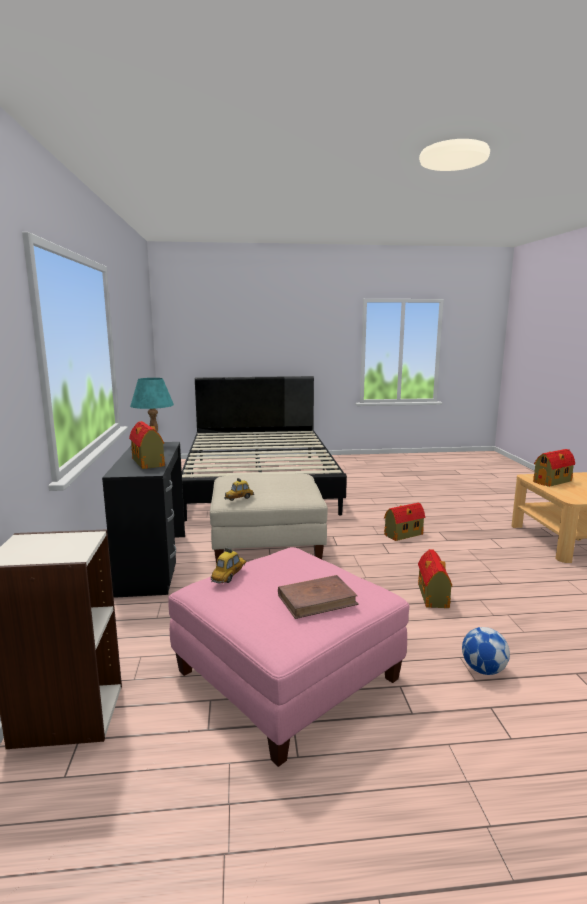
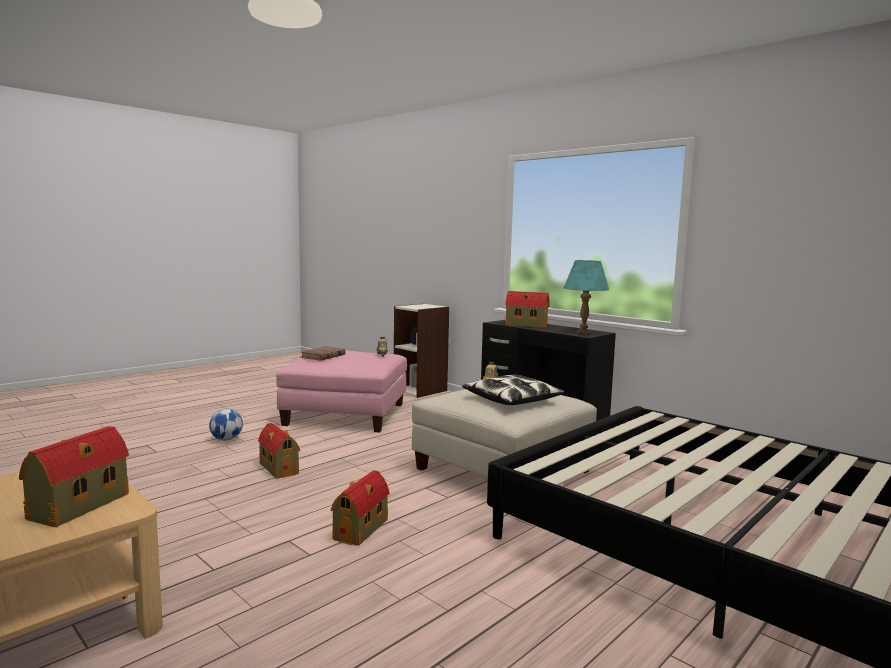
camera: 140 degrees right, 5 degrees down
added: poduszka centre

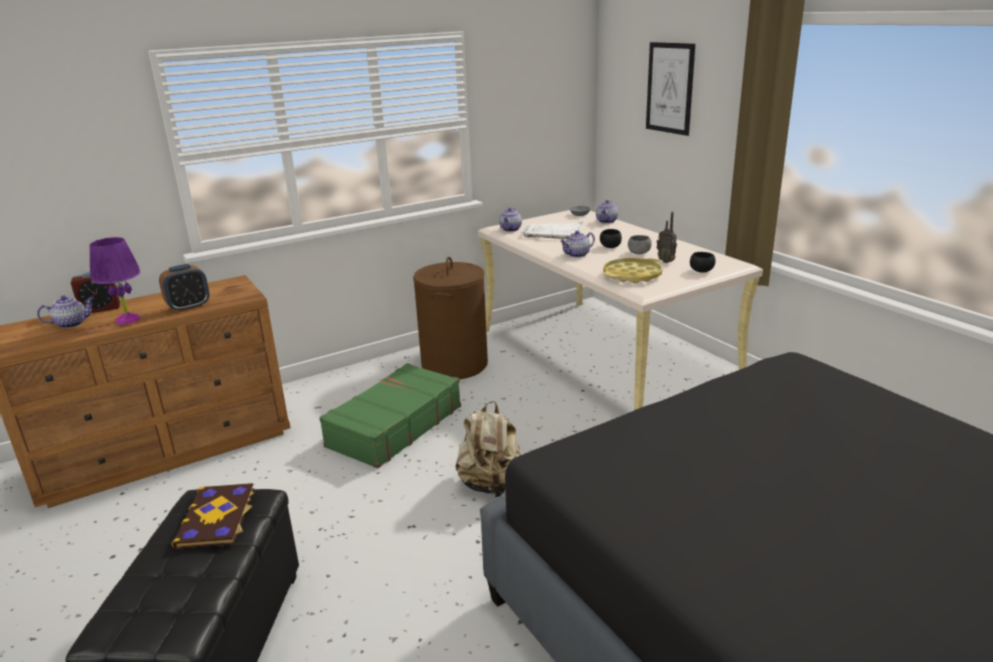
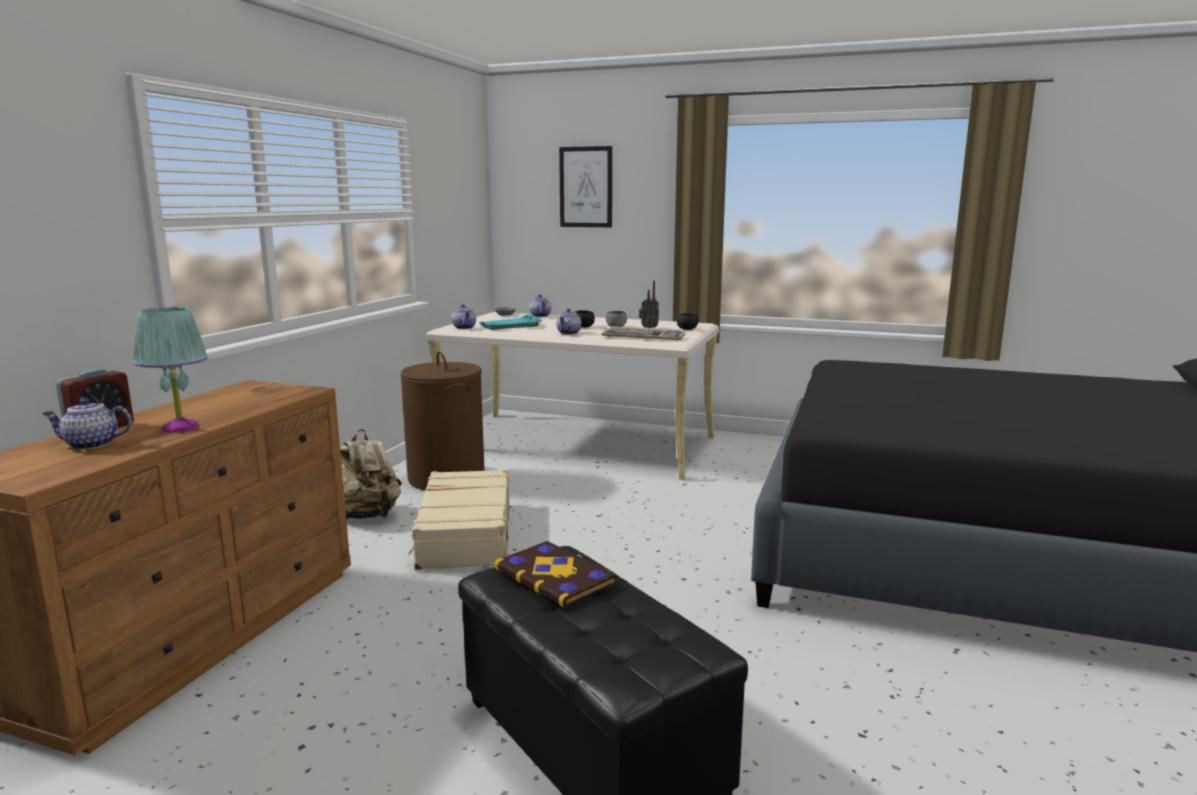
camera: 40 degrees left, 10 degrees down
removed: budzik (2nd from left) middle left
moved: plecak/beżowy bottom centre to middle left
replaced: taca/żółty centre to klawiatura centre
recoloured: lampa stołowa/fioletowy middle left to lampa stołowa/turkusowy middle left; walizka/zielony centre to walizka/beżowy centre; taca/biały centre to taca/turkusowy centre
turned: imbryk (1st from left) middle left = middle left 120 degrees counterclockwise

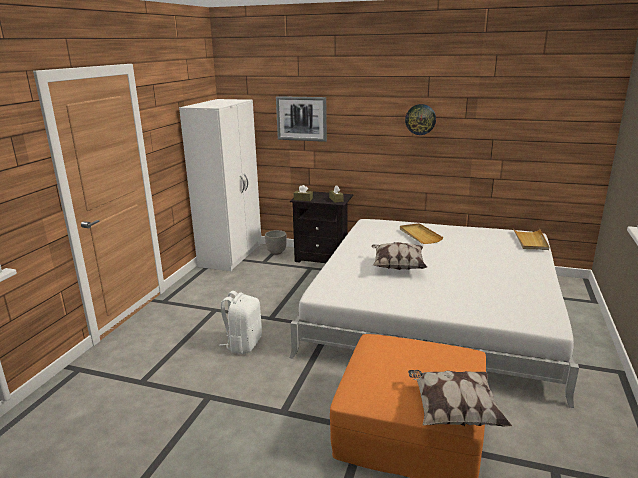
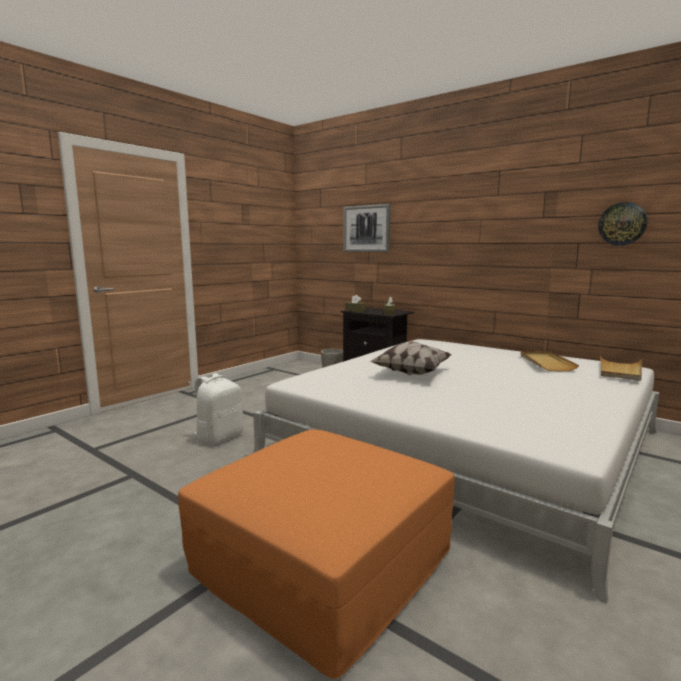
camera: 20 degrees right, 10 degrees down
removed: szafa/biały centre; poduszka (2nd from left) bottom right
moved: taca/beżowy (1st from left) centre to middle right; zegar ścienny top centre to top right

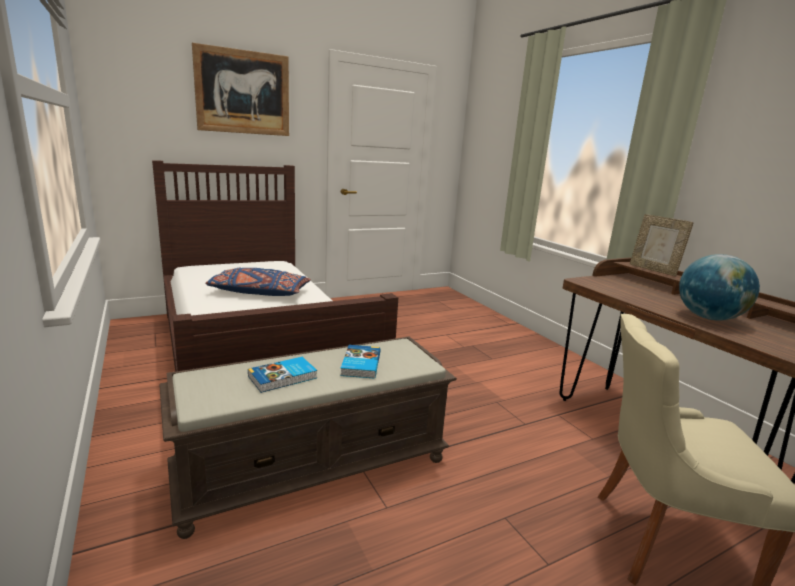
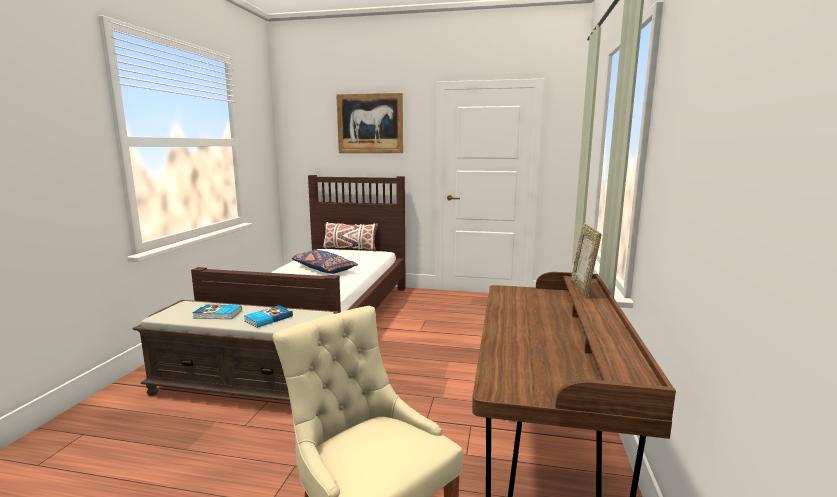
camera: 40 degrees right, 5 degrees down
removed: globus middle right
added: poduszka/biały centre

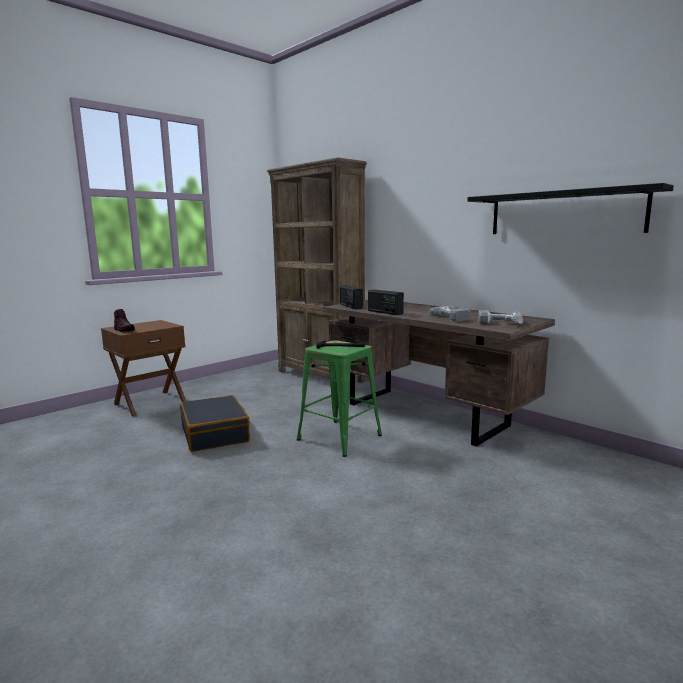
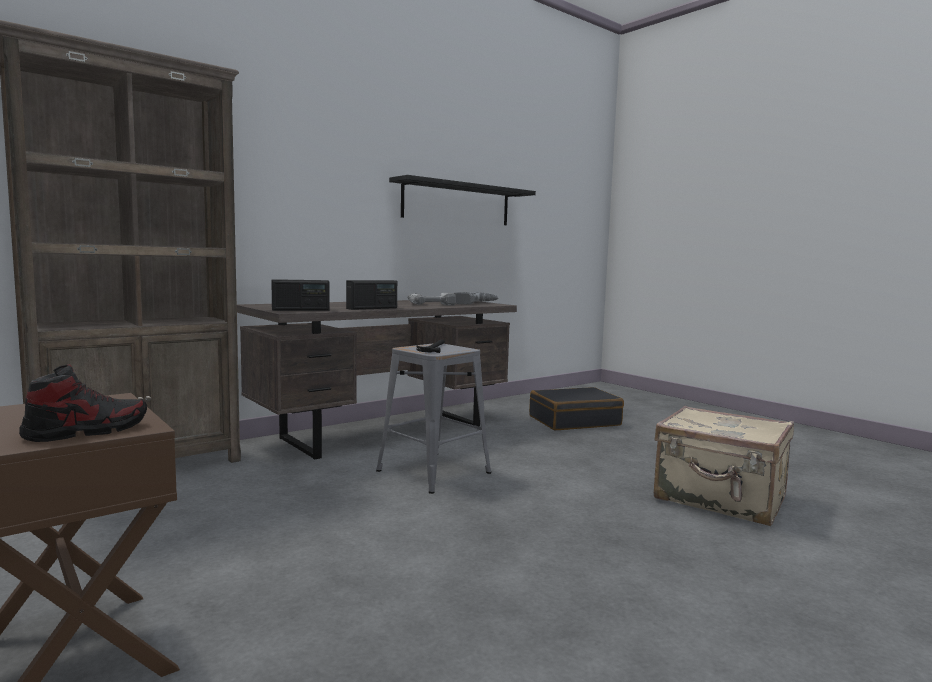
camera: 85 degrees left, 5 degrees down
added: walizka/beżowy bottom right
moved: walizka/czarny middle left to centre
recoloured: stołek/zielony centre to stołek/szary centre

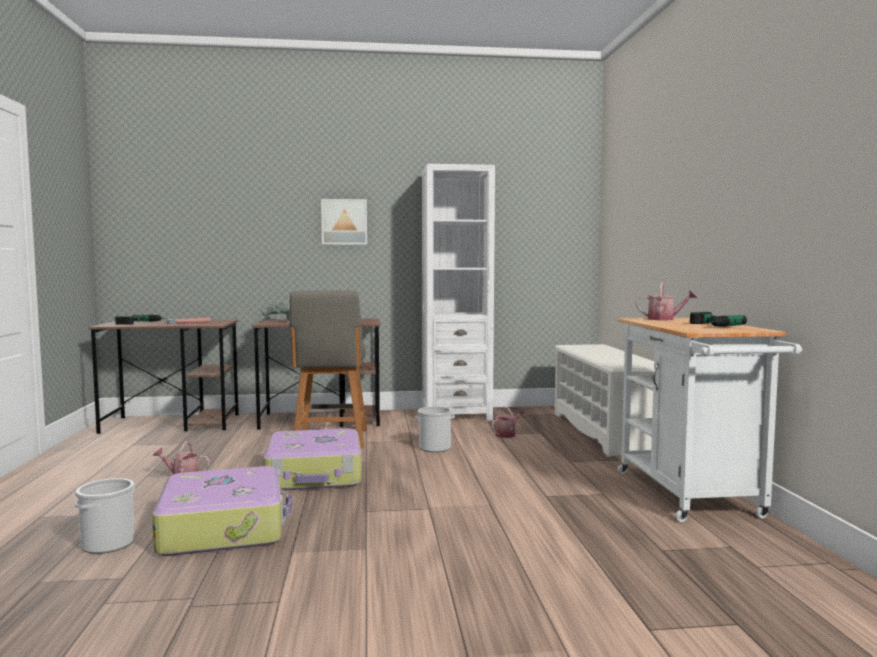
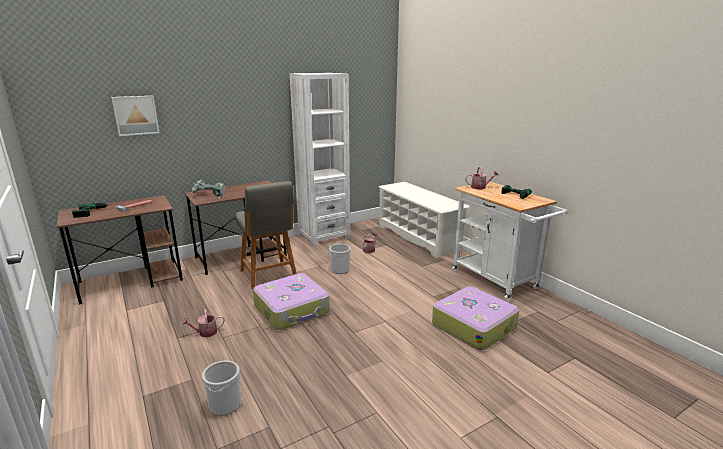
camera: 25 degrees left, 15 degrees up
moved: obraz centre to top left; walizka (1st from left in the first image) bottom left to walizka (2nd from left) bottom centre

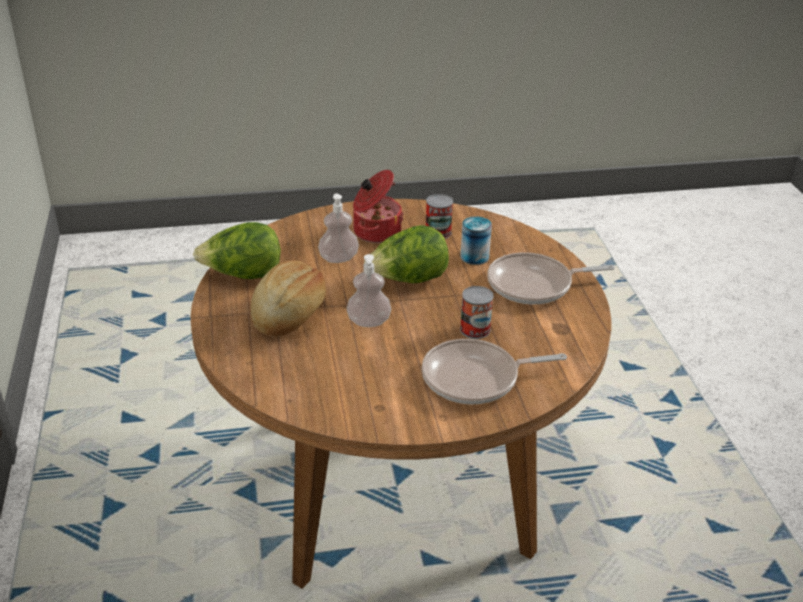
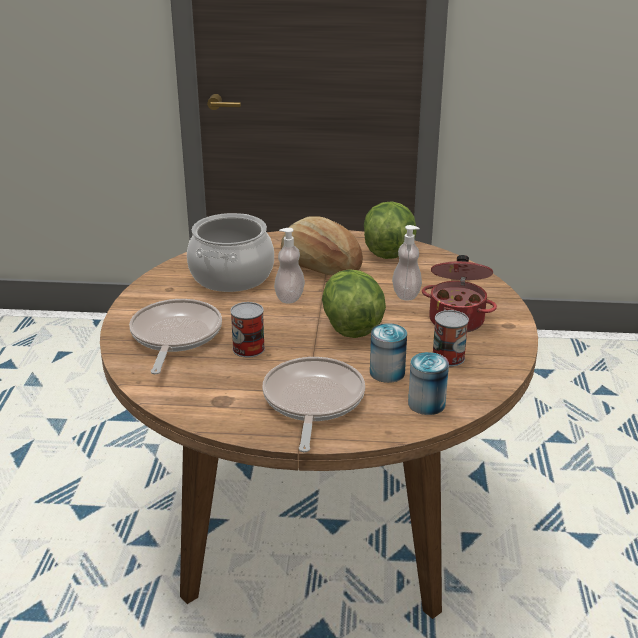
camera: 105 degrees right, 5 degrees down
added: garnek (1st from left) centre; puszka (3rd from left) middle right

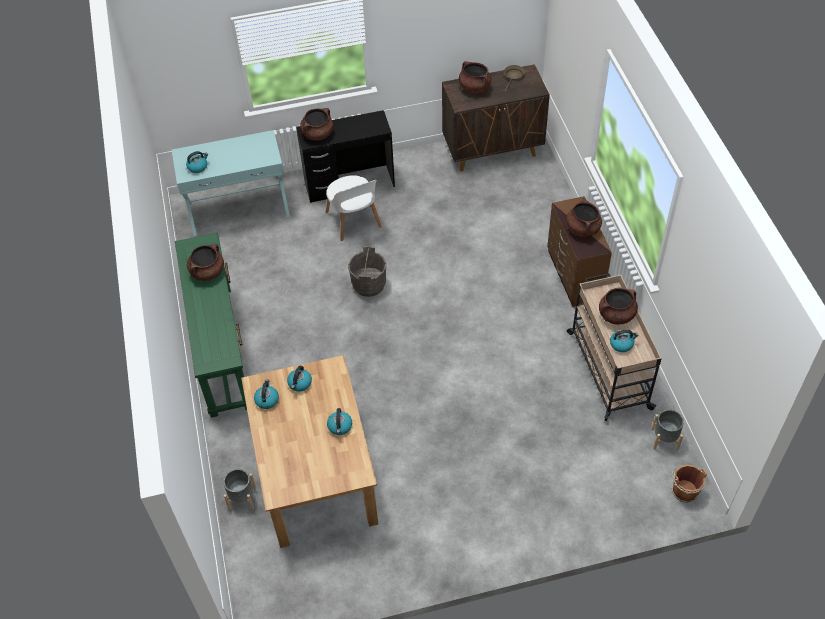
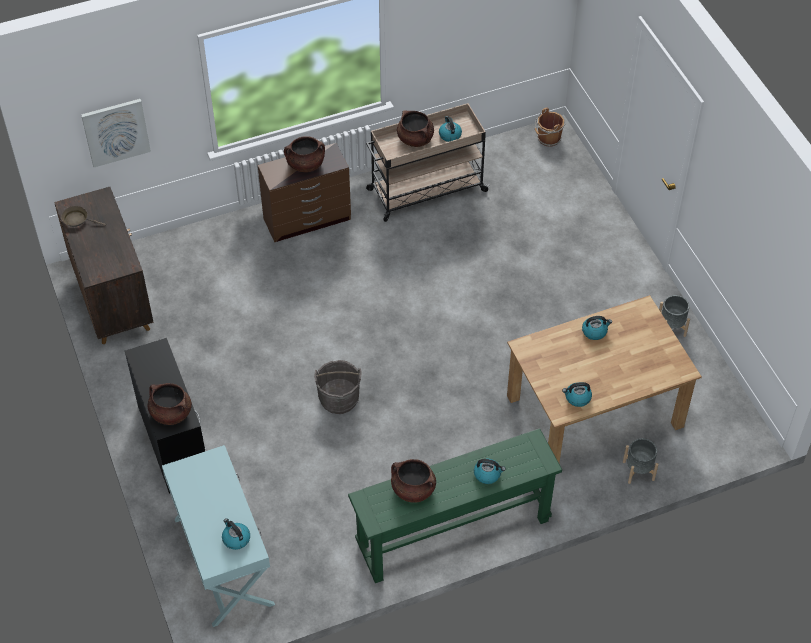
camera: 100 degrees left, 0 degrees up
removed: krzesło/biały centre; garnek/brązowy (3rd from left) top centre
added: obraz top left
moved: czajnik (3rd from left) centre to bottom centre; donica/szary (2nd from left) bottom right to middle right

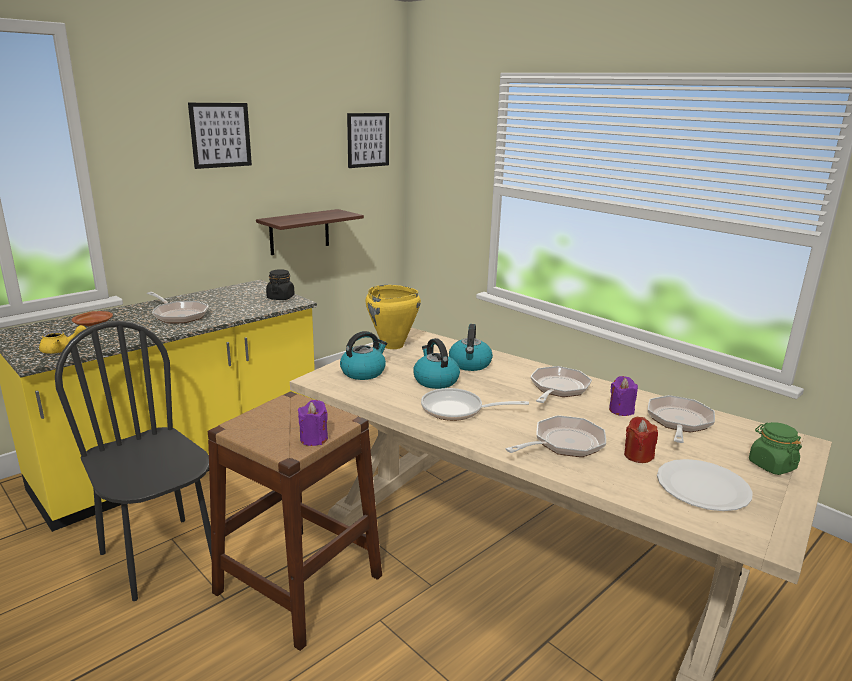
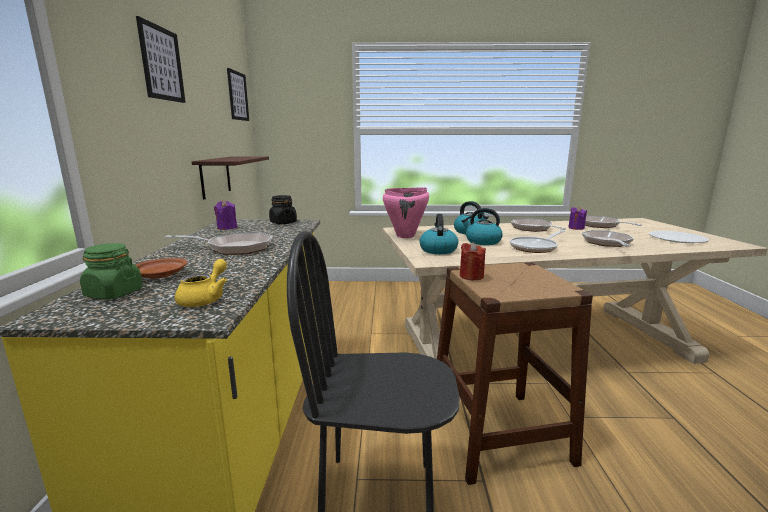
camera: 45 degrees left, 5 degrees down
moved: słoik/zielony middle right to middle left; świeca/fioletowy (1st from left) centre to middle left; świeca/czerwony middle right to centre
recoloured: garnek/żółty centre to garnek/różowy centre

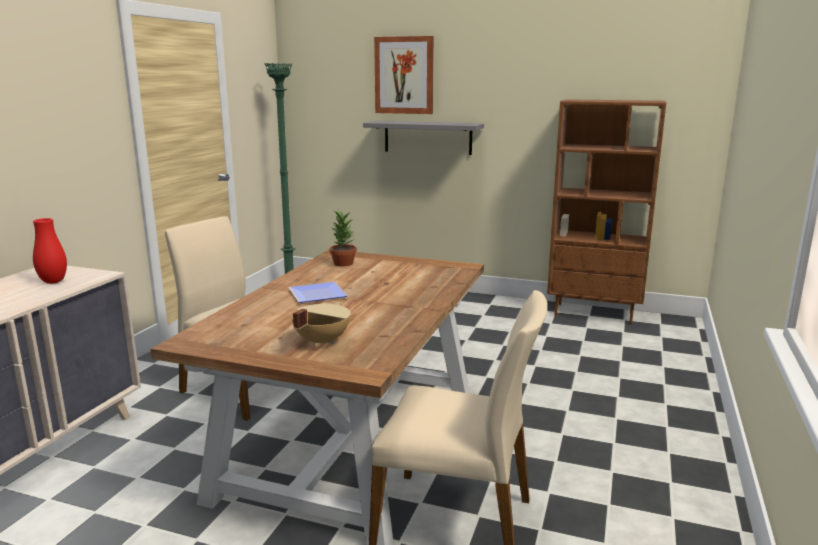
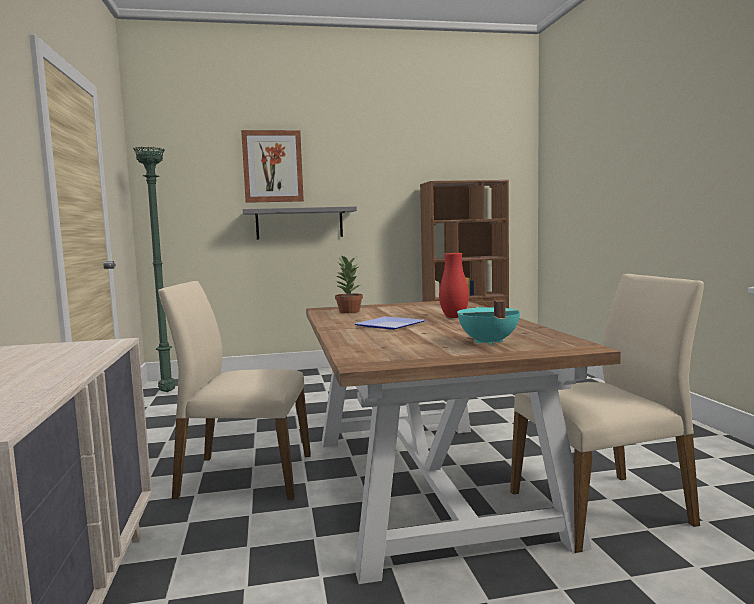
camera: 30 degrees left, 10 degrees down
moved: wazon/czerwony middle left to centre
recoloured: garnek/beżowy centre to garnek/turkusowy centre

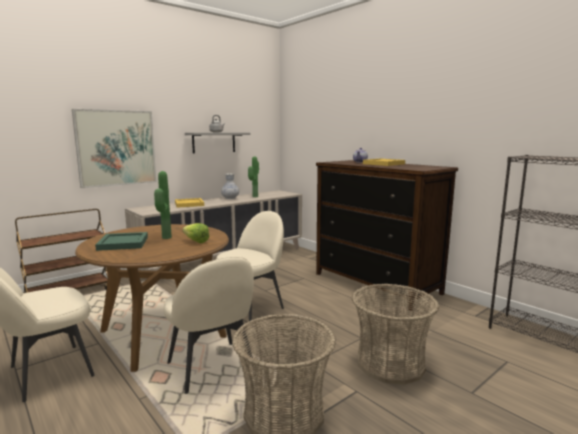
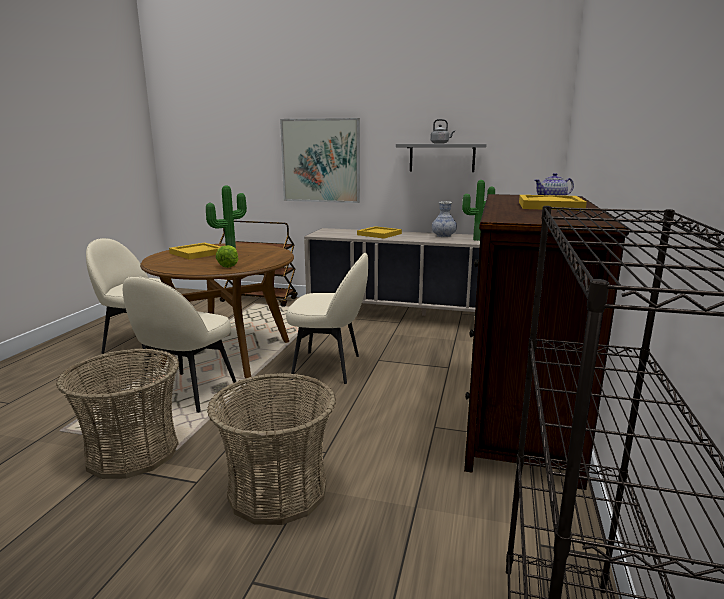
camera: 55 degrees right, 5 degrees up
recoloured: taca/zielony middle left to taca/żółty (1st from left) middle left

